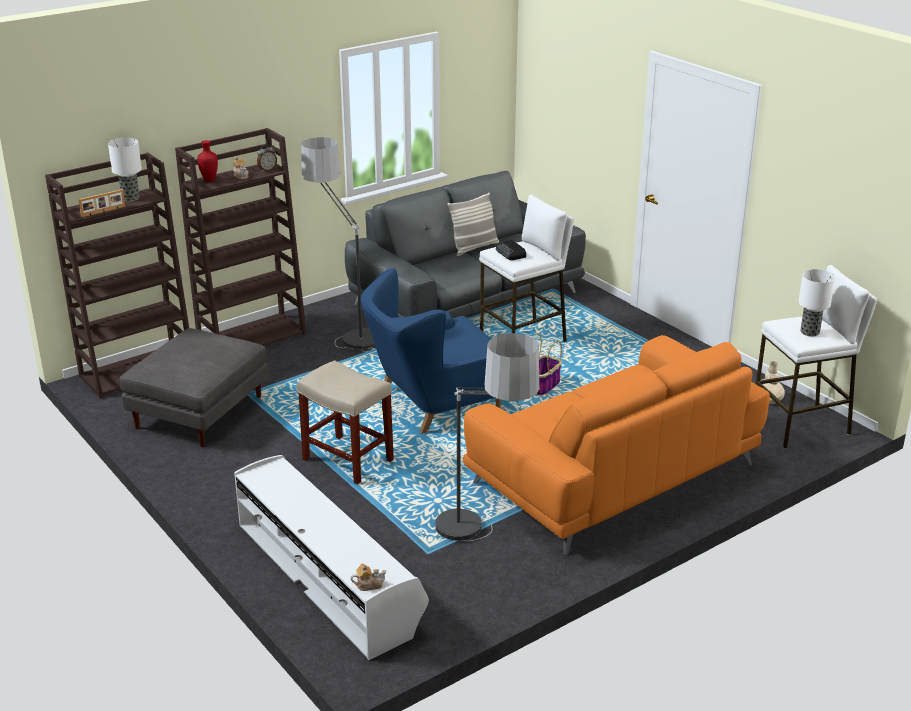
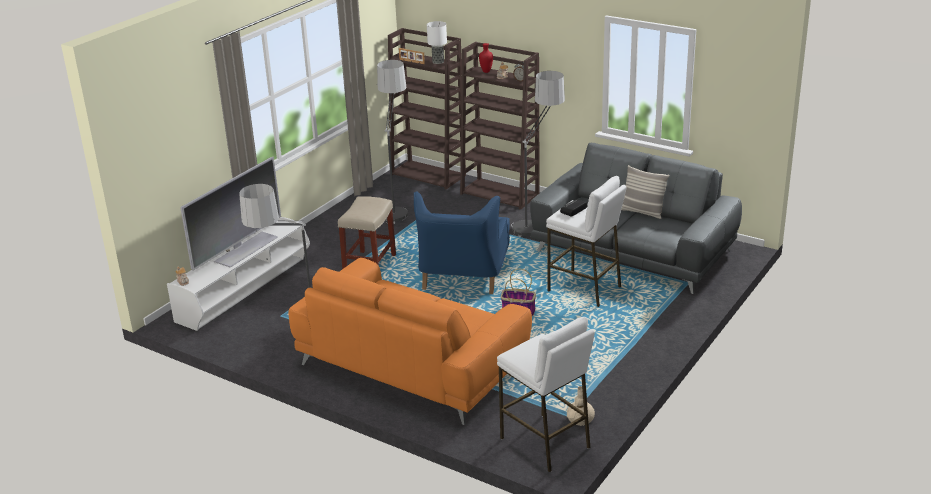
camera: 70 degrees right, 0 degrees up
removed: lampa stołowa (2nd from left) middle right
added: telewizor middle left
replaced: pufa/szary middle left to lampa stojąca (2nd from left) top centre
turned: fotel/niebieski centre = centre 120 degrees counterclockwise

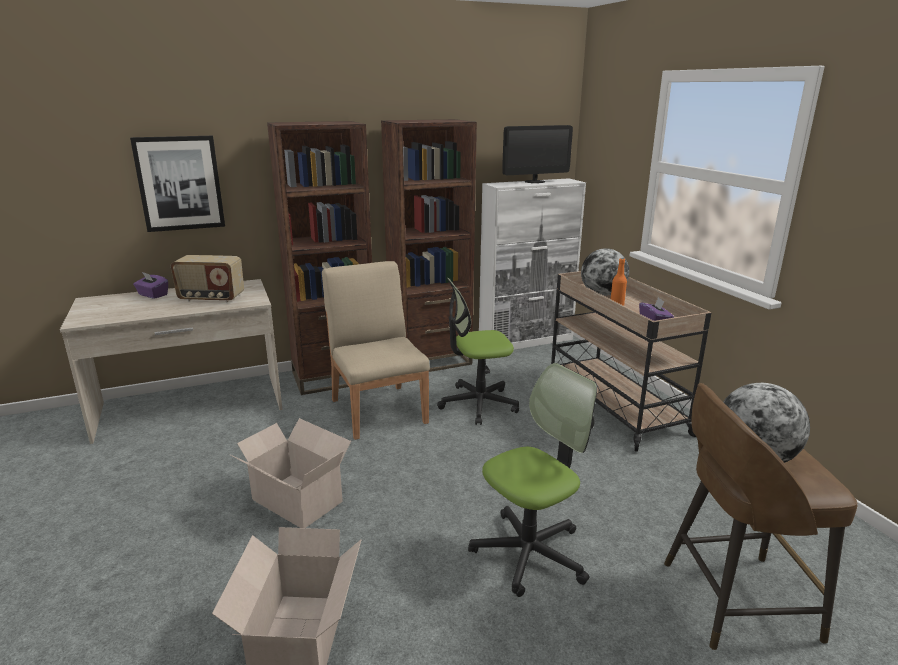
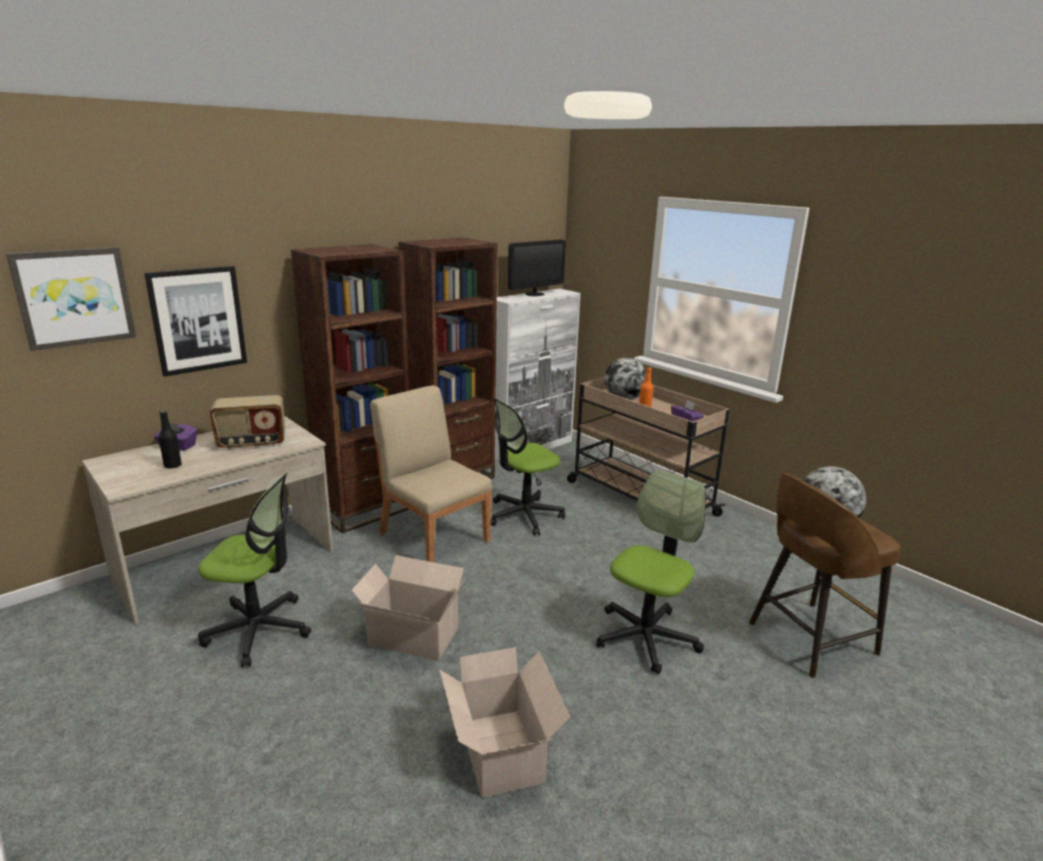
camera: 20 degrees left, 0 degrees up
added: obraz (1st from left) middle left; butelka/czarny middle left; krzesło biurowe (1st from left) middle left

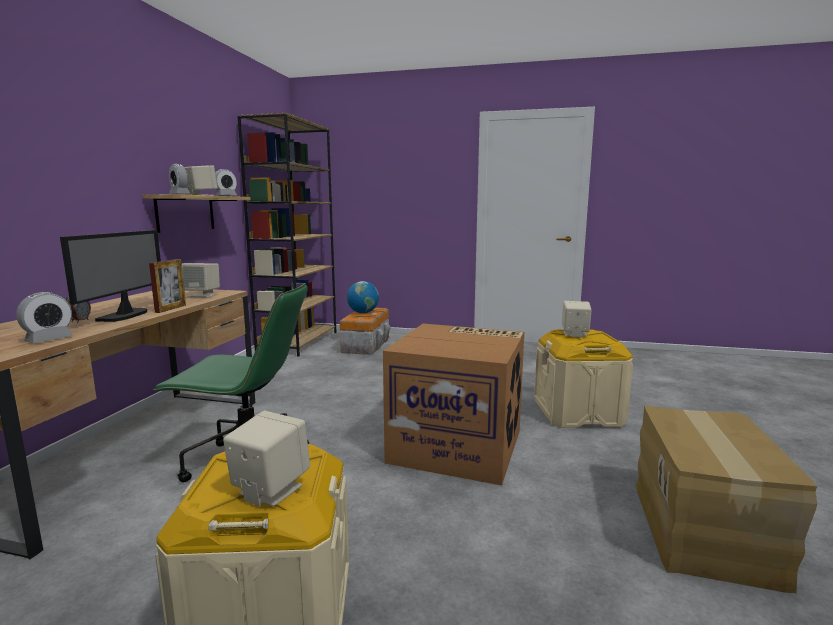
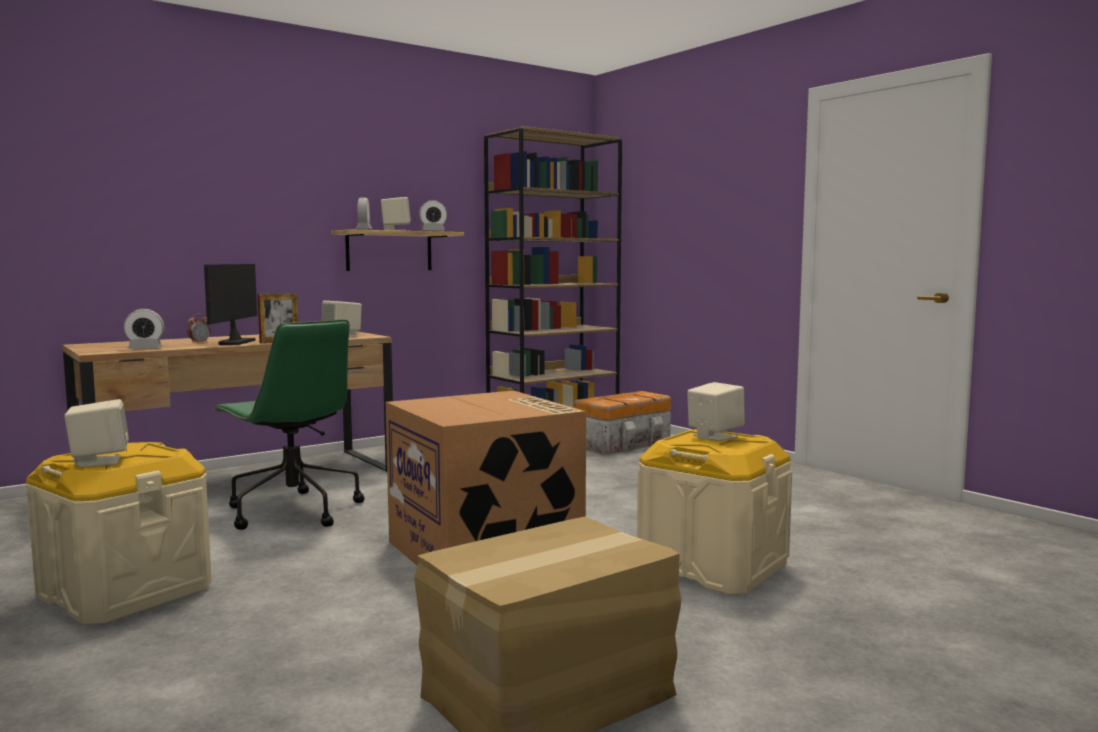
camera: 40 degrees right, 5 degrees down
removed: globus centre
turned: monitor middle left = middle left 135 degrees clockwise

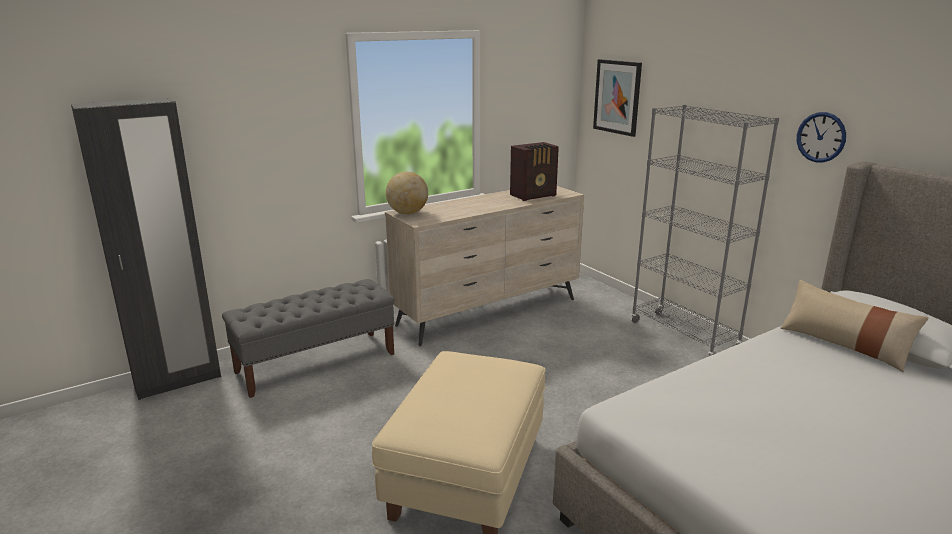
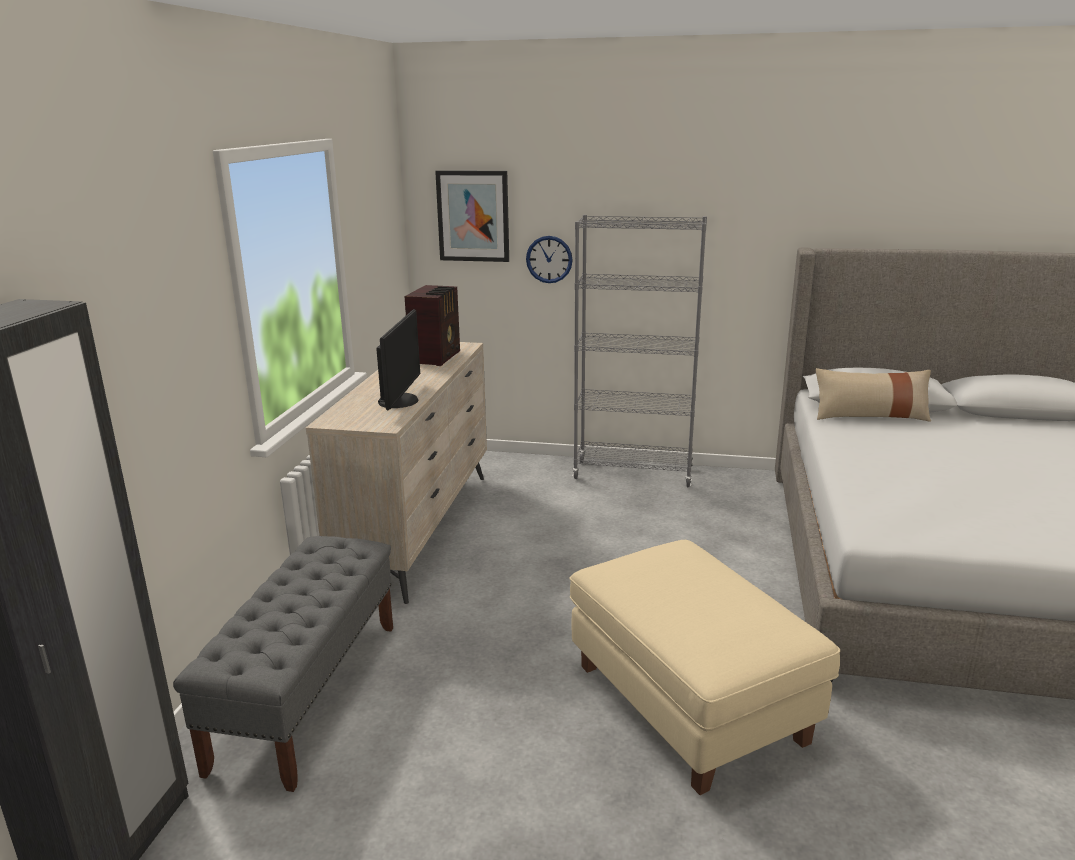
camera: 45 degrees left, 0 degrees up
removed: globus centre
added: monitor centre
moved: zegar ścienny top right to top centre

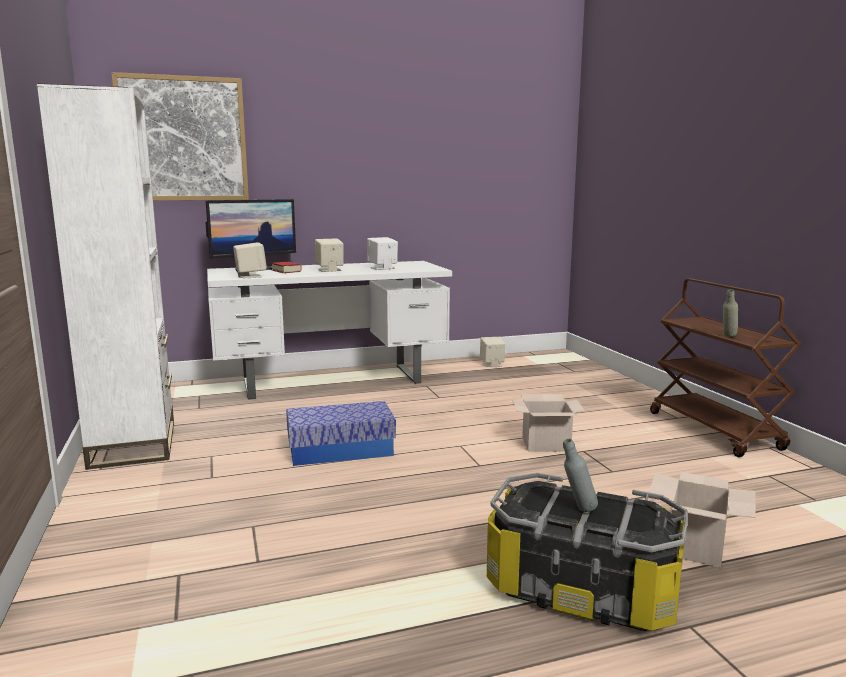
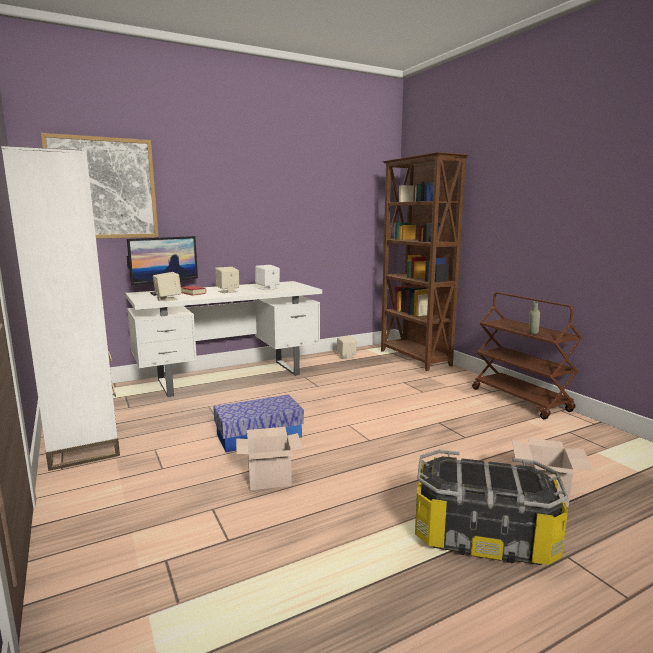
camera: 10 degrees left, 0 degrees up
removed: butelka/szary (1st from left) bottom right
added: regał/brązowy centre
moved: karton (1st from left) centre to bottom centre

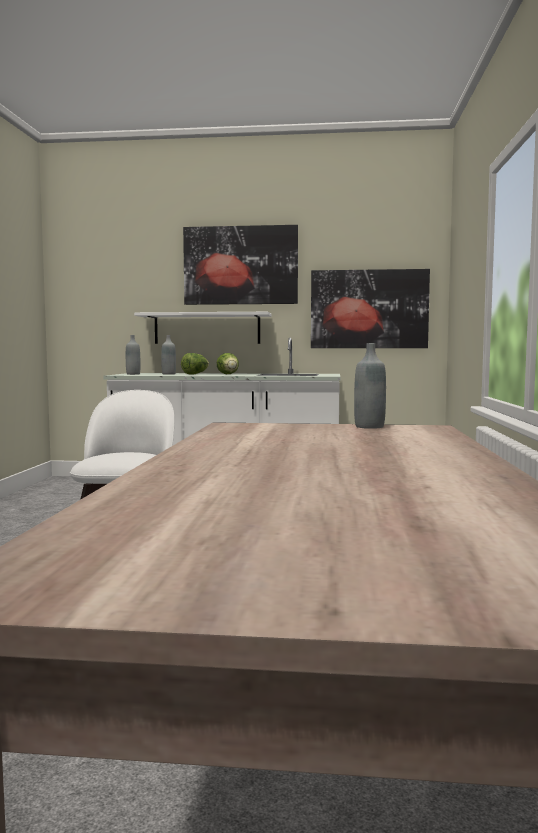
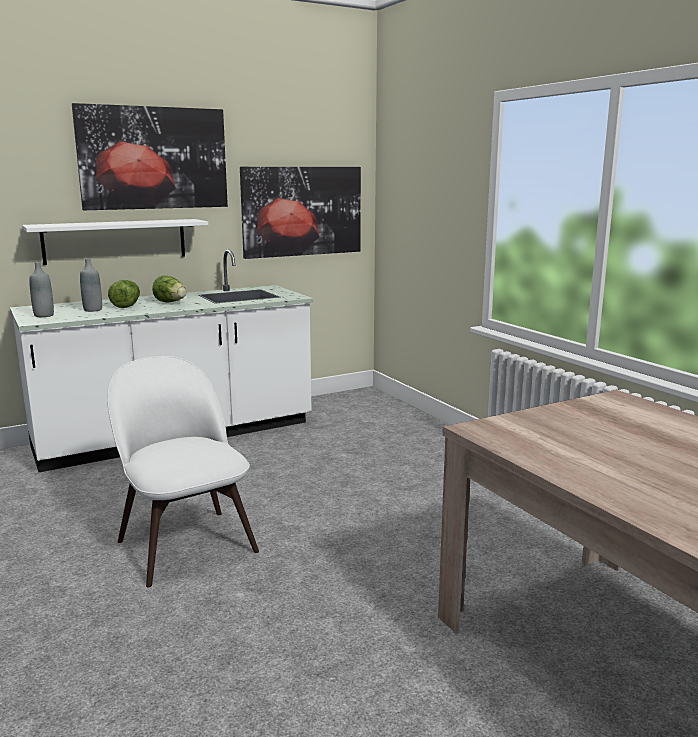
camera: 35 degrees left, 10 degrees up
removed: butelka/szary (3rd from left) middle right

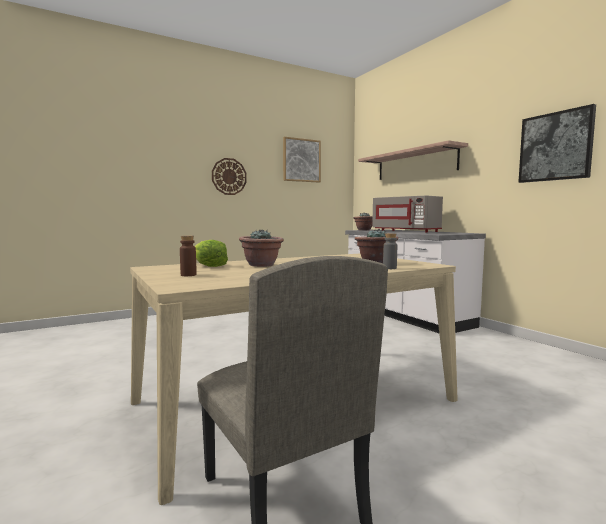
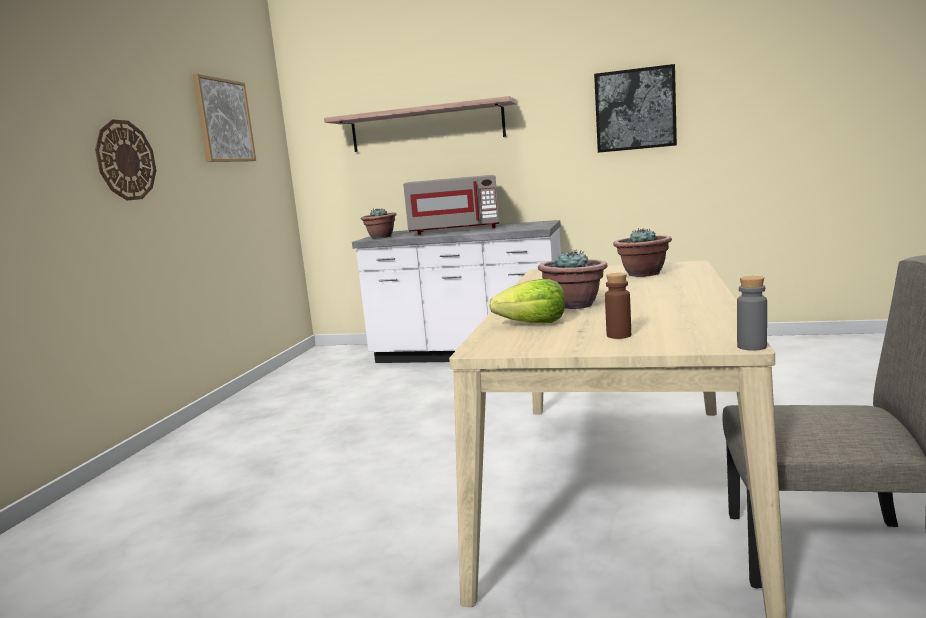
camera: 45 degrees left, 5 degrees up
moved: butelka/szary centre to middle right

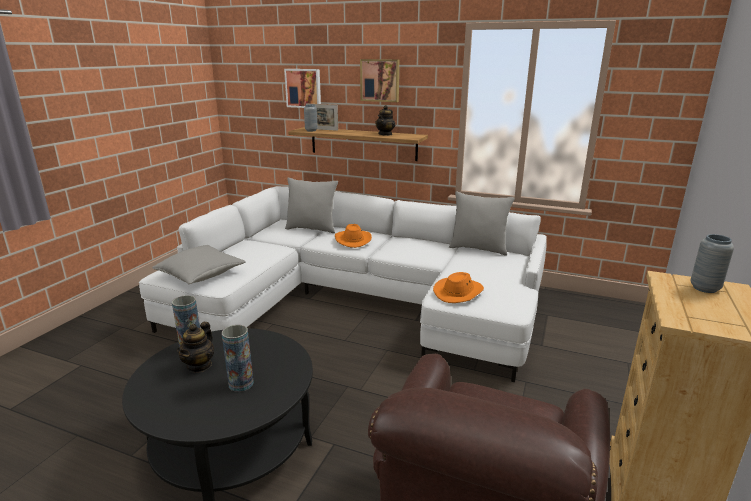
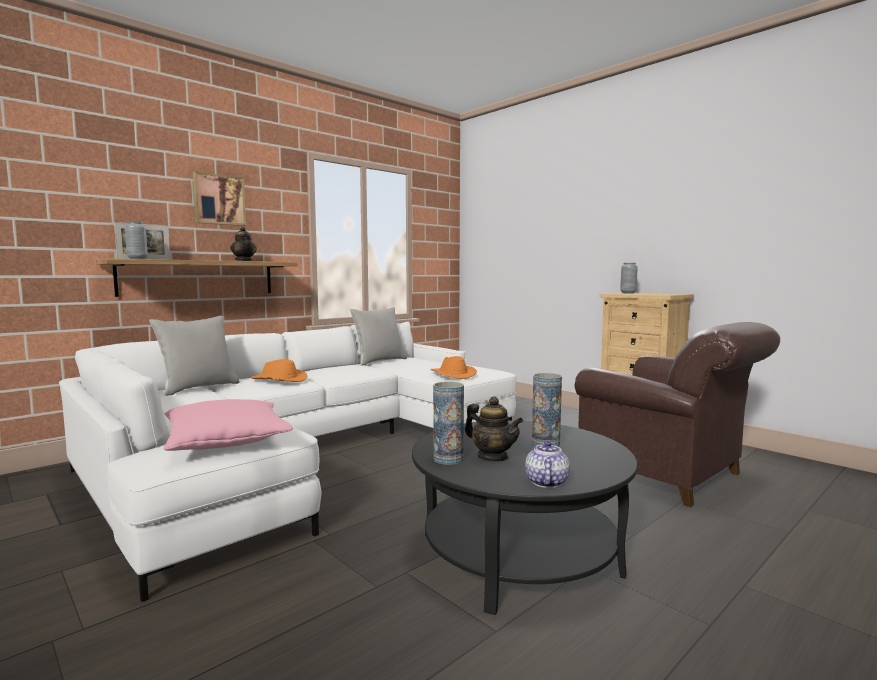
camera: 65 degrees left, 15 degrees down
removed: obraz (1st from left) top centre
added: imbryk (3rd from left) bottom centre
recoloured: poduszka/szary (1st from left) middle left to poduszka/różowy middle left

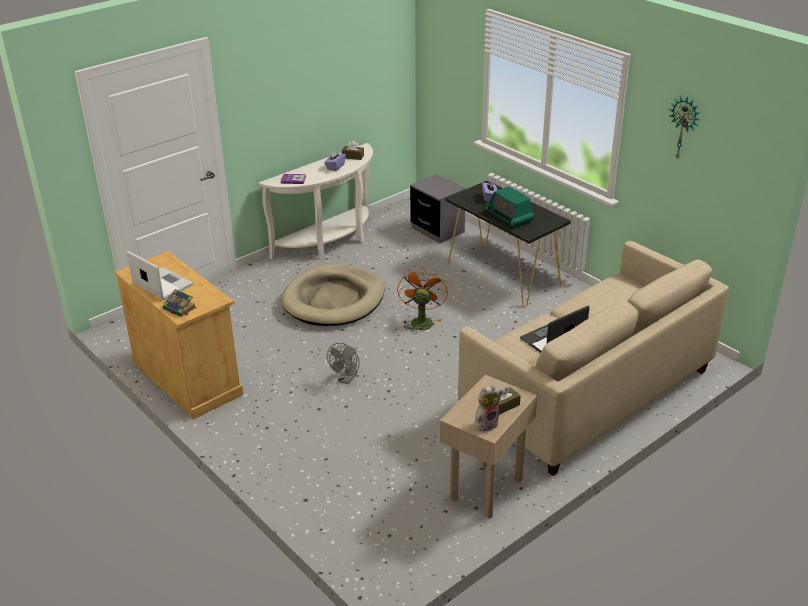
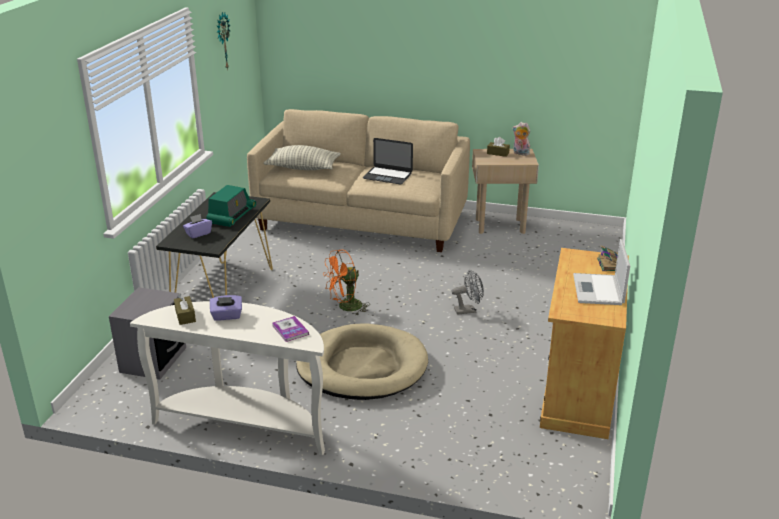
camera: 125 degrees left, 5 degrees down
added: poduszka top centre

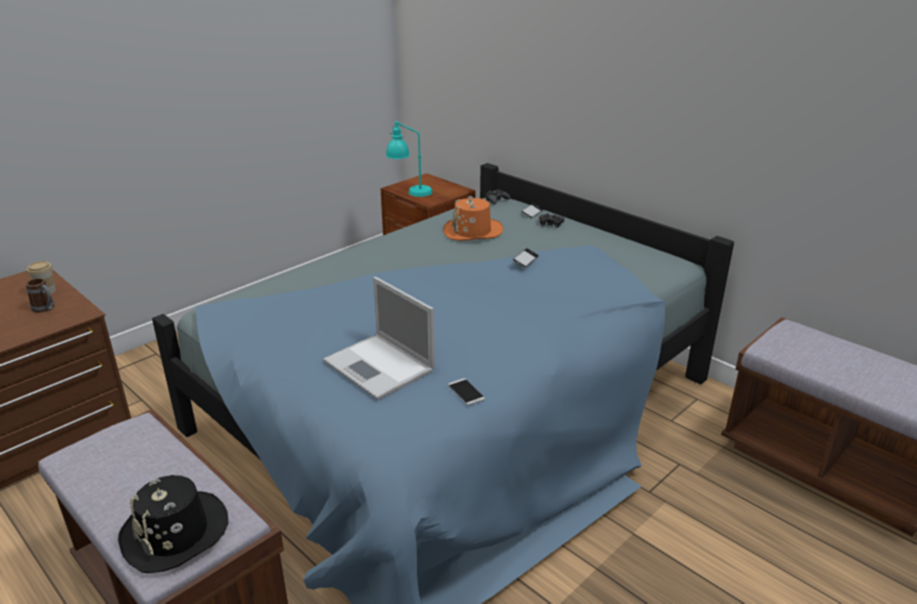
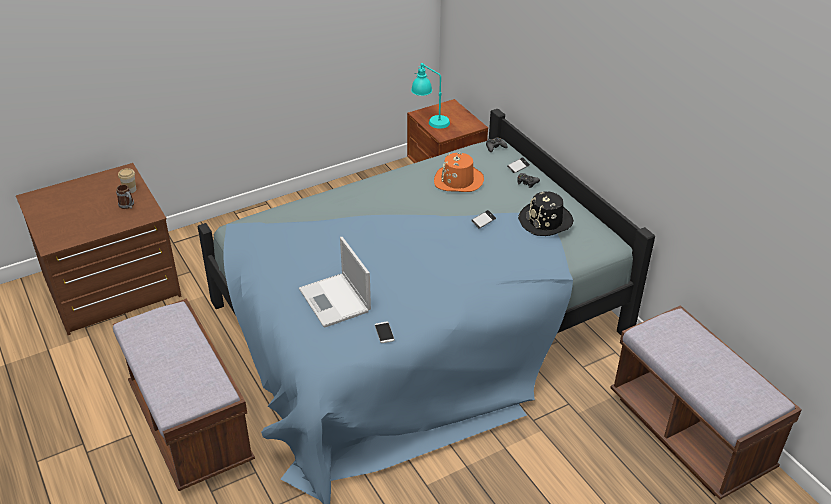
camera: 15 degrees right, 10 degrees up
moved: kapelusz/czarny bottom left to centre

